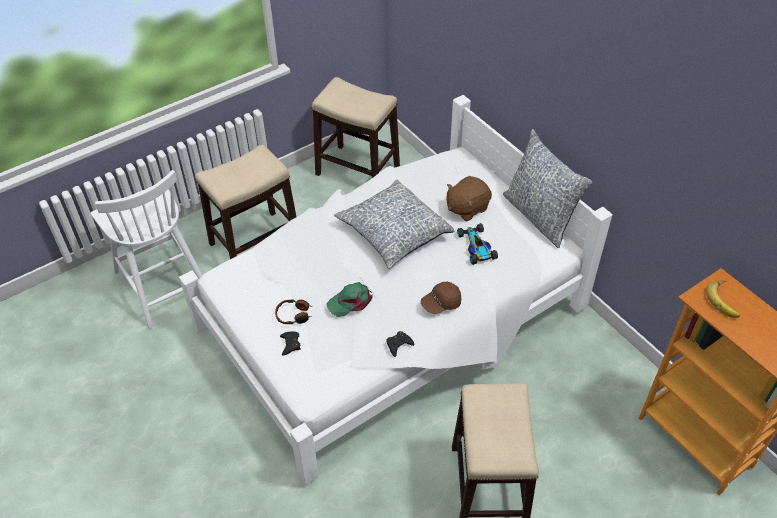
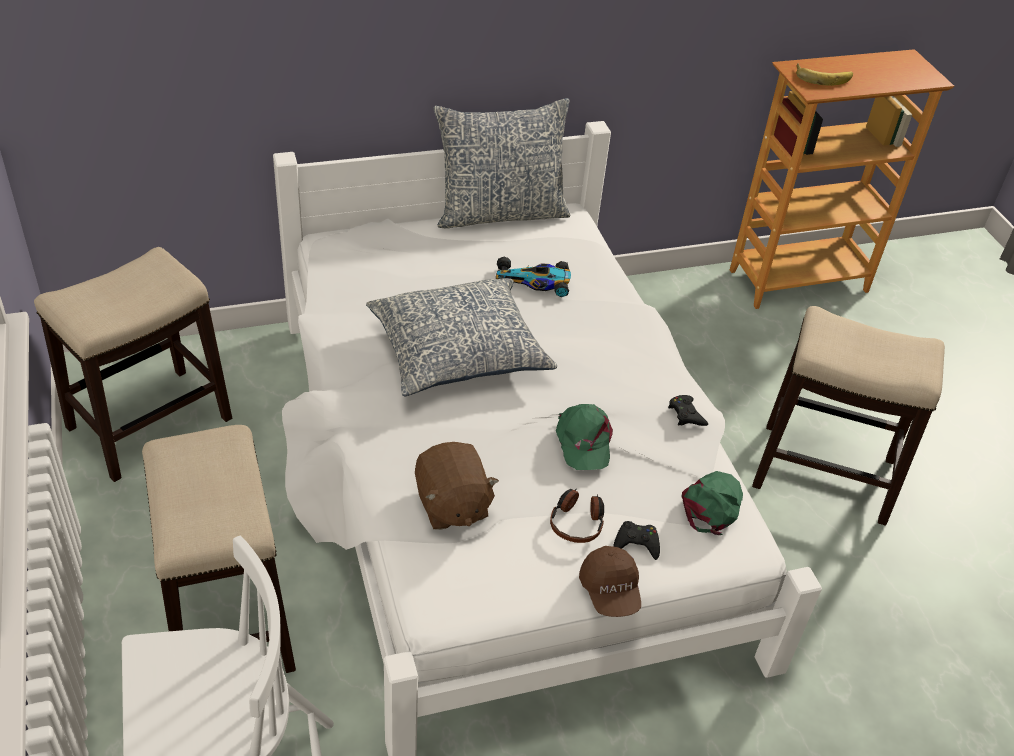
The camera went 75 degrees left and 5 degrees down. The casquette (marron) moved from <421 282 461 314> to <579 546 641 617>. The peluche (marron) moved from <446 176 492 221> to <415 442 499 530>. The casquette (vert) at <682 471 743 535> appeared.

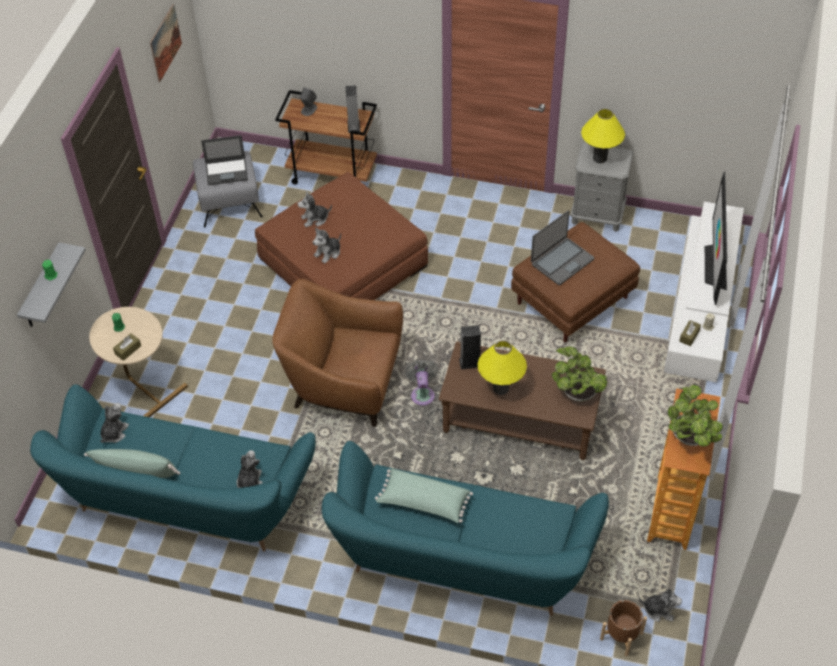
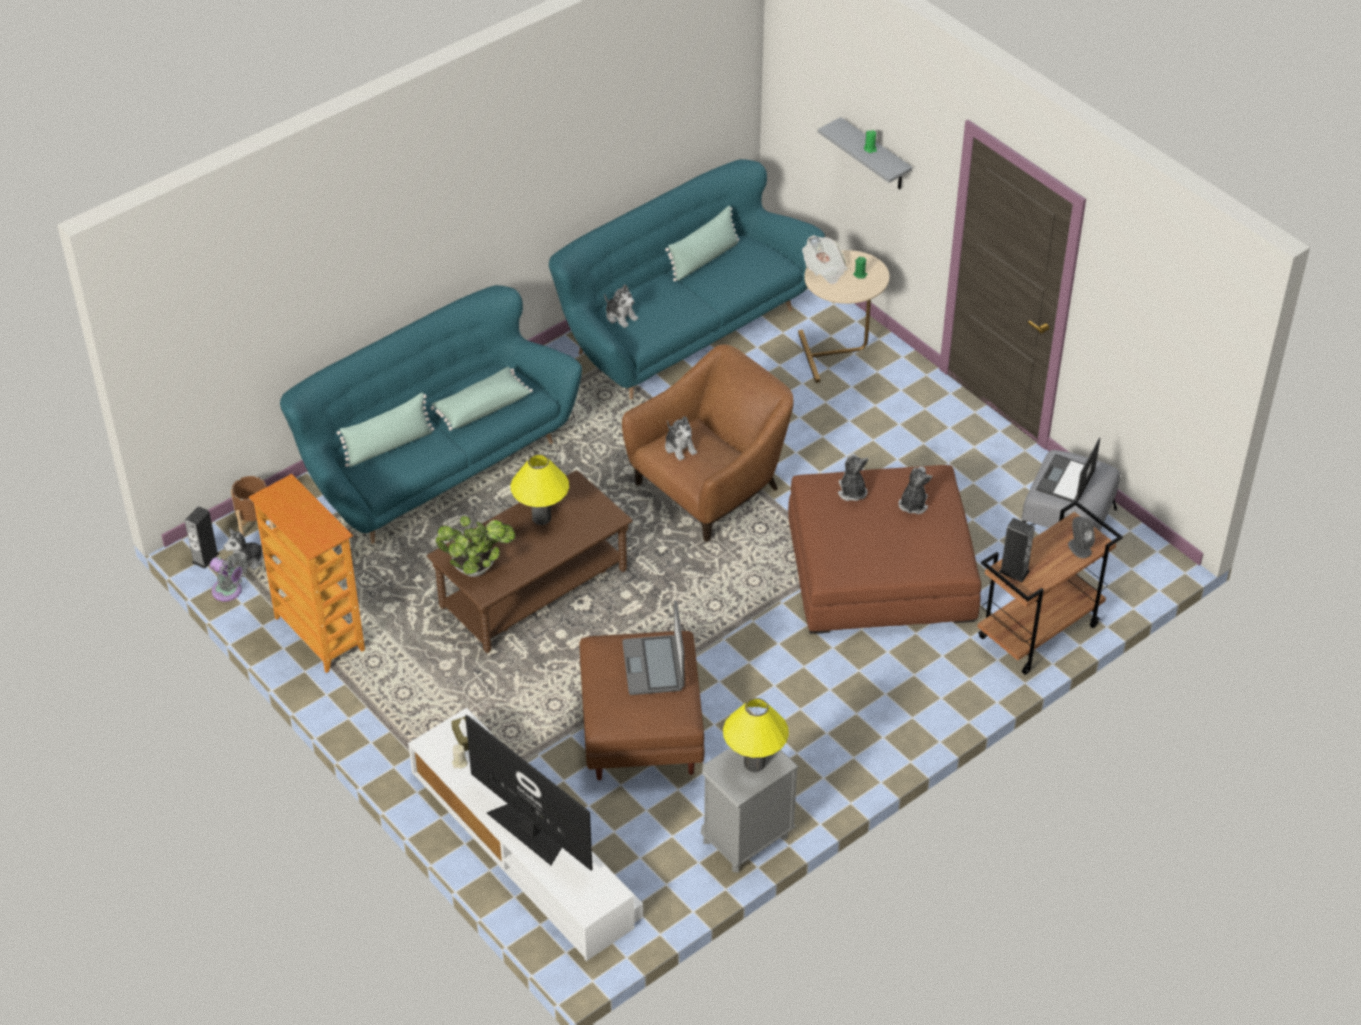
The camera went 125 degrees right and 5 degrees down. The peluche moved from <100 403 129 443> to <665 416 697 461>. The boîte à mouchoirs (marron) at <113 333 141 361> was replaced by the journal at <802 235 848 284>. The tableau at <150 4 182 82> disappeared. The ventilateur (gris) moved from <405 360 438 406> to <210 553 248 602>. The enceinte moved from <459 325 481 370> to <184 506 220 569>. The plante en pot at <668 385 723 447> disappeared. The coussin (vert) at <337 393 434 467> appeared.

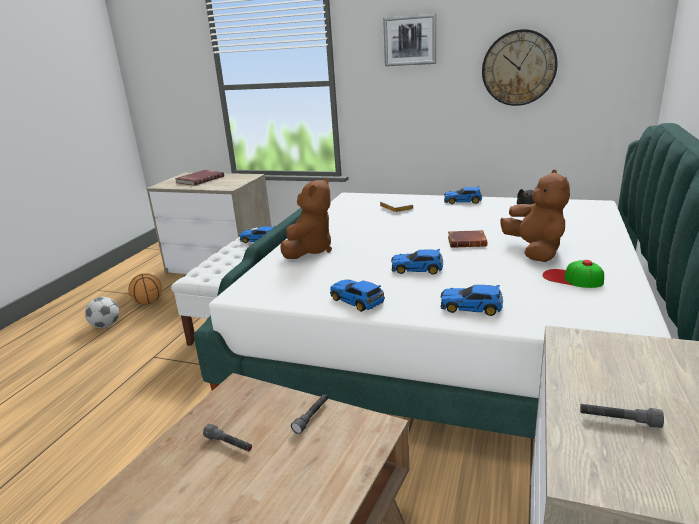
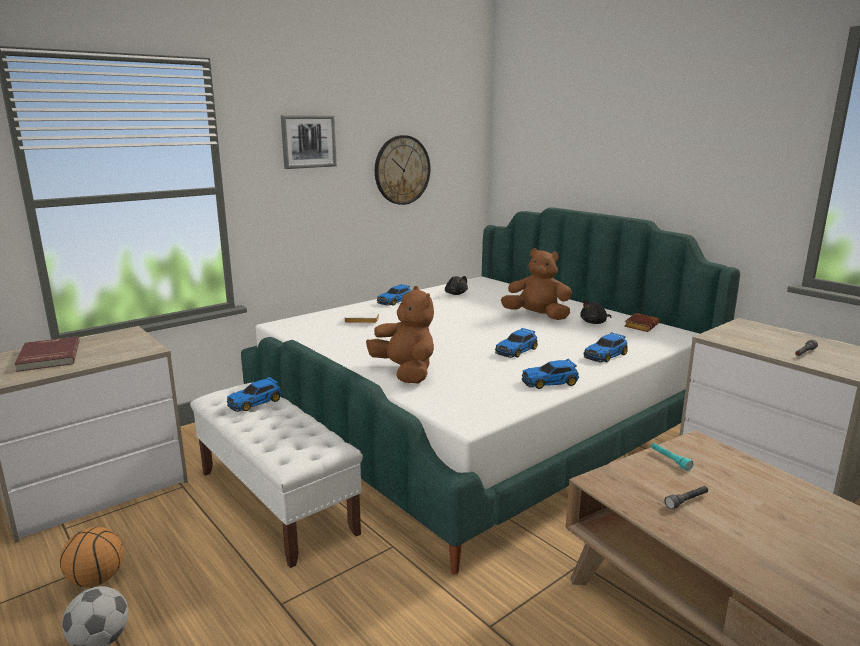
The camera went 60 degrees left and 5 degrees down. The lampe de poche (gris) at <291 394 328 434> became the lampe de poche (turquoise) at <651 443 694 471>. The livre (marron) moved from <448 230 487 248> to <624 313 660 332>. The casquette at <543 260 604 288> was replaced by the peluche (noir) at <580 299 611 324>.

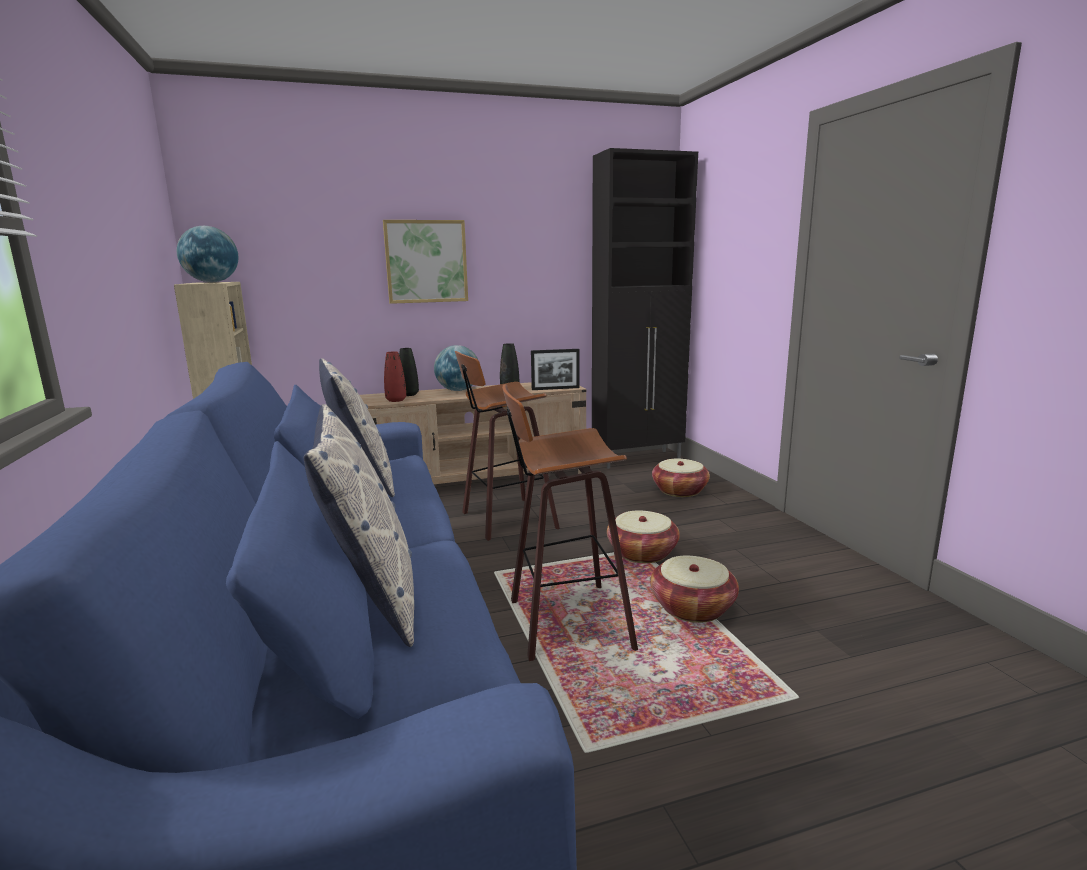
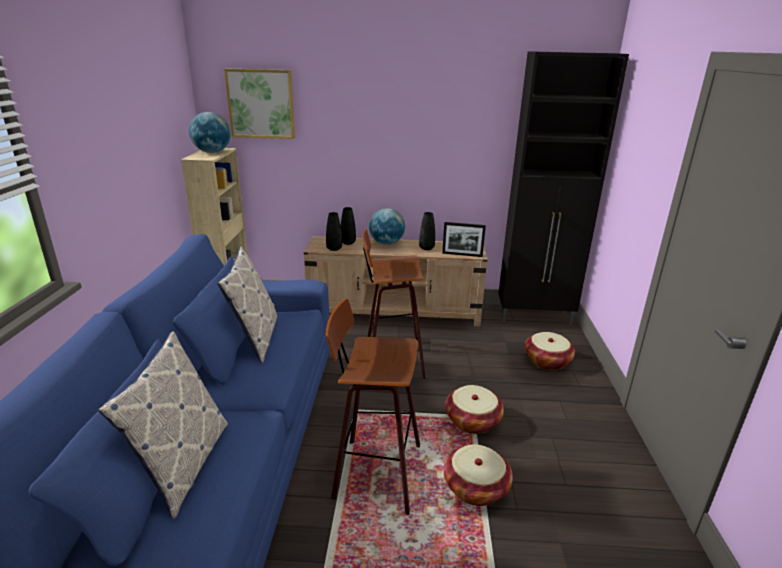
The camera went 20 degrees right and 10 degrees up. The tableau moved from <383 220 468 304> to <224 69 295 139>. The vase (rouge) at <384 351 406 402> became the vase (noir) at <326 212 342 251>.

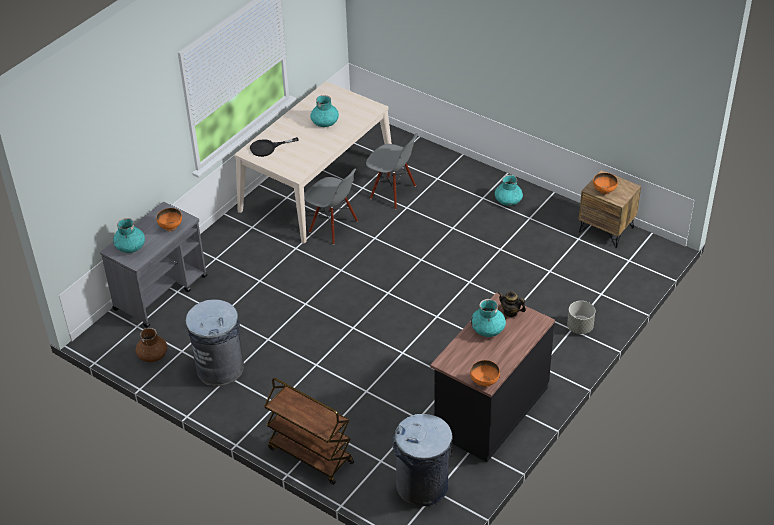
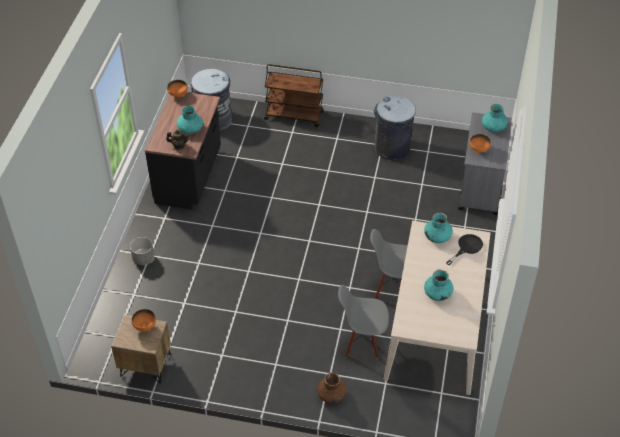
The camera went 155 degrees right and 5 degrees up. The vase (marron) moved from <135 328 167 362> to <317 372 346 403>. The vase (turquoise) moved from <495 175 523 206> to <424 213 453 243>.

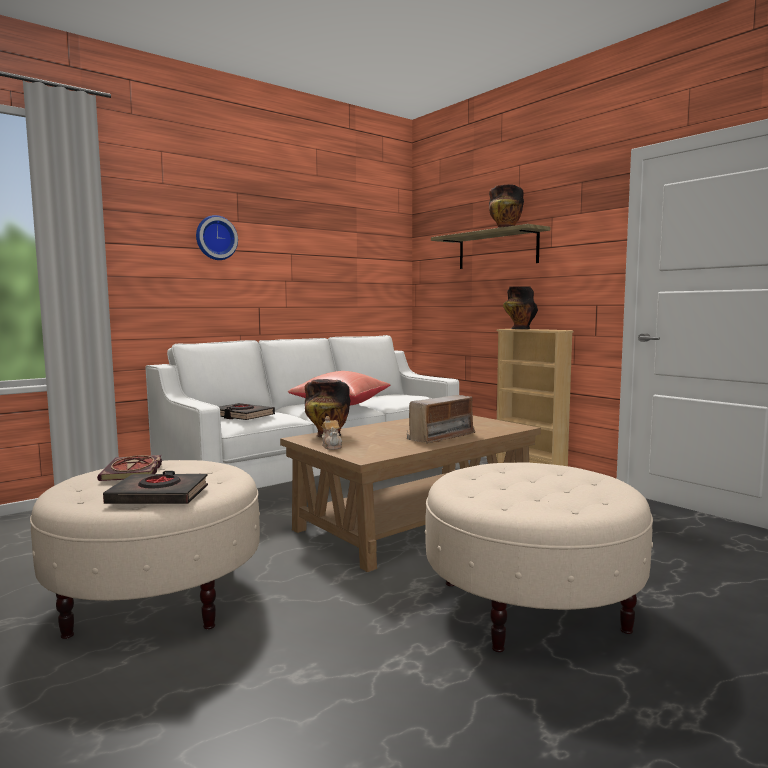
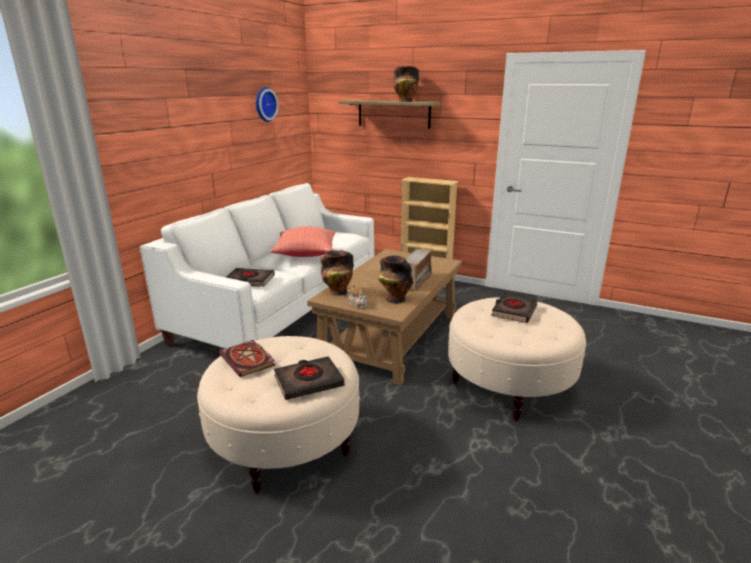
The camera went 25 degrees left and 15 degrees up. The horloge murale moved from <196 215 238 260> to <256 87 279 122>. The vase moved from <503 286 538 329> to <378 255 413 304>. The livre (noir) at <491 293 538 323> appeared.

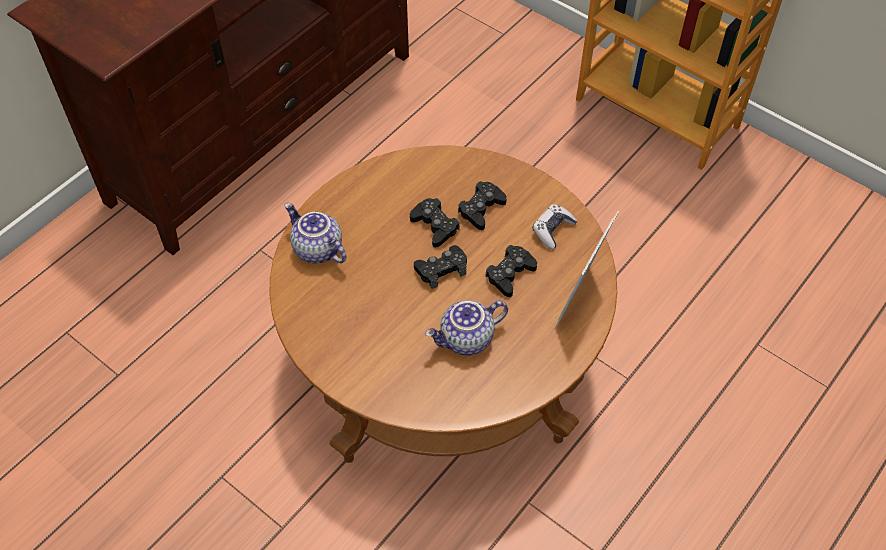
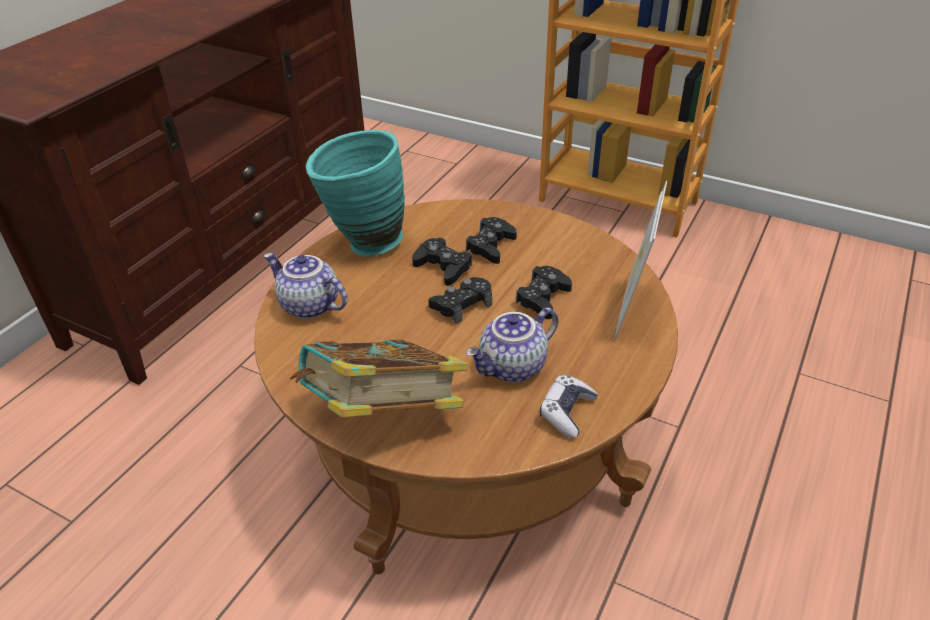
The camera went 10 degrees left and 15 degrees down. The manette moved from <532 204 577 249> to <540 375 598 438>. The livre at <290 340 468 418> appeared. The vase (turquoise) at <306 130 405 257> appeared.

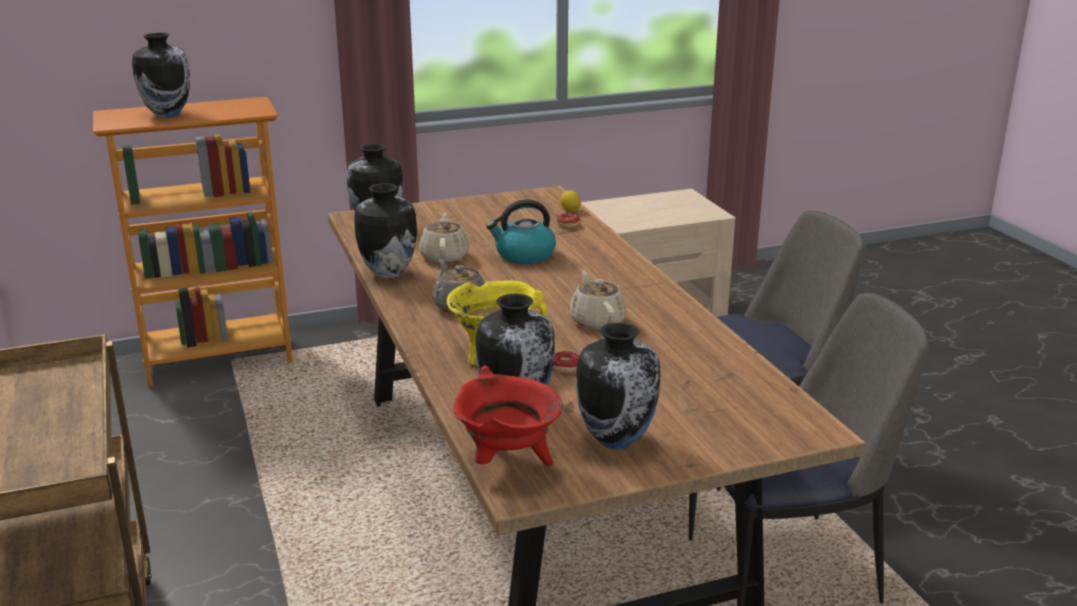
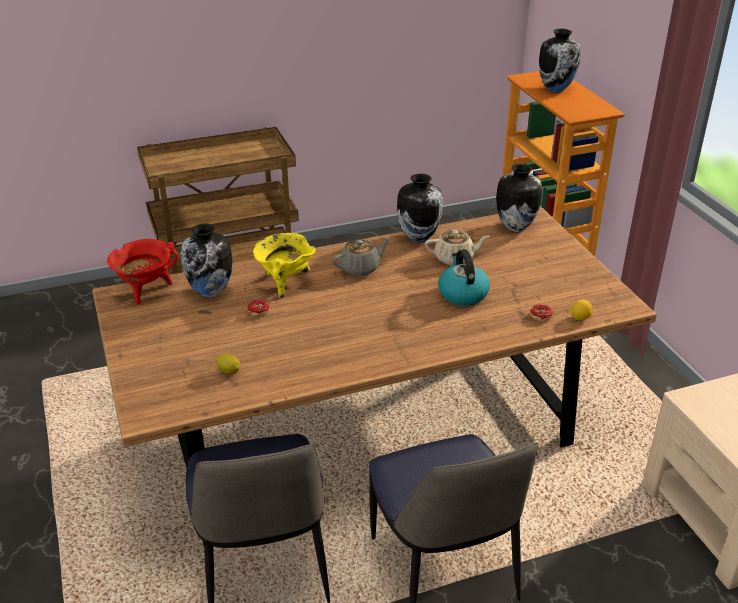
The camera went 90 degrees right and 10 degrees up. The théière (beige) at <569 270 627 330> disappeared. The vase at <576 323 660 449> disappeared. The citron at <216 354 240 374> appeared.

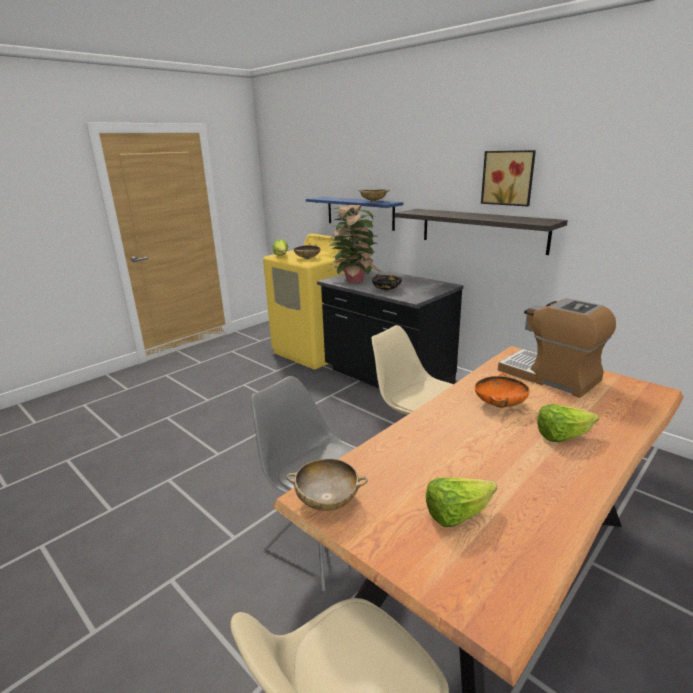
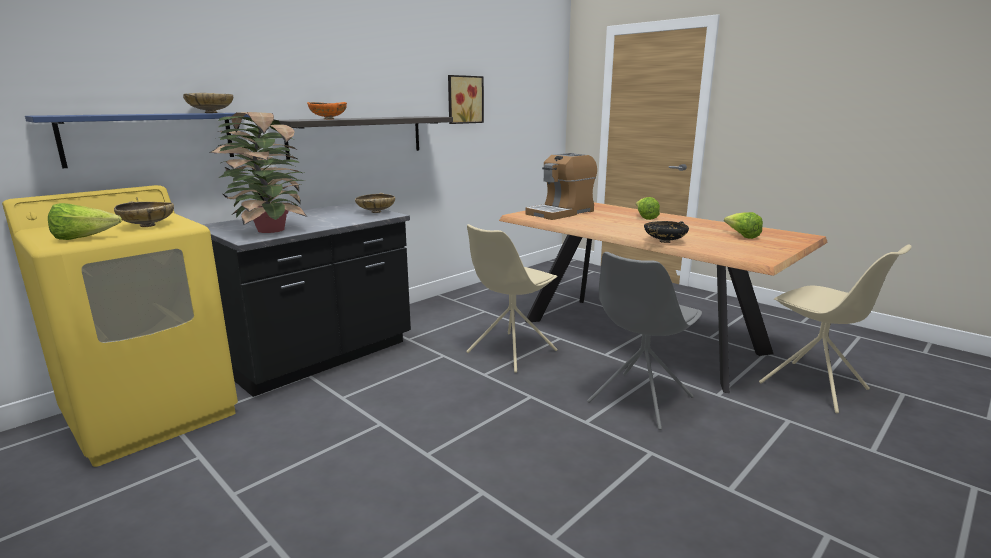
The camera went 90 degrees left and 5 degrees down. The bol (beige) moved from <286 459 368 511> to <355 193 395 213>. The bol (noir) moved from <372 275 402 291> to <644 221 689 243>. The bol (orange) moved from <475 373 530 408> to <307 102 347 119>. The tableau moved from <481 150 536 206> to <448 75 484 124>.

